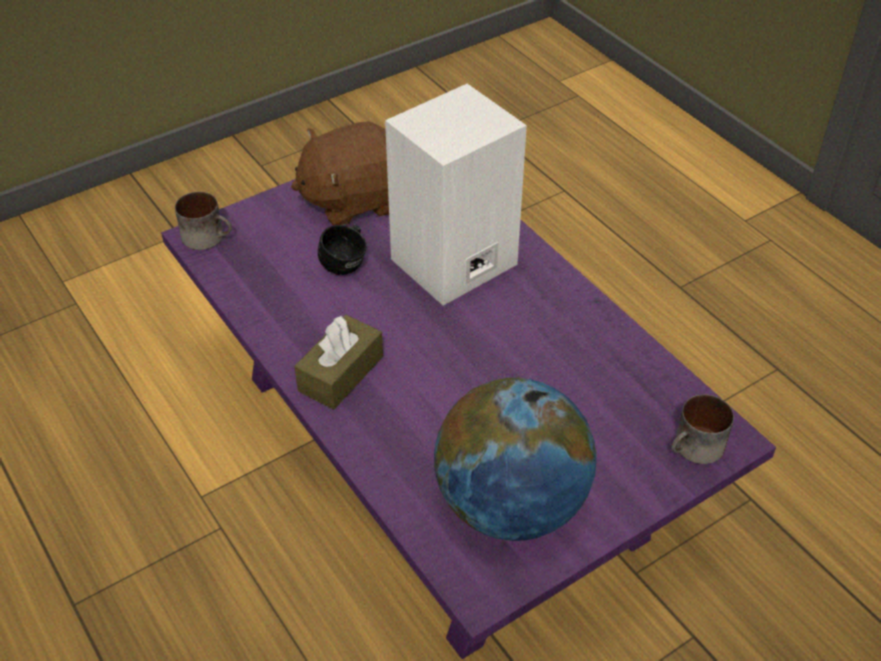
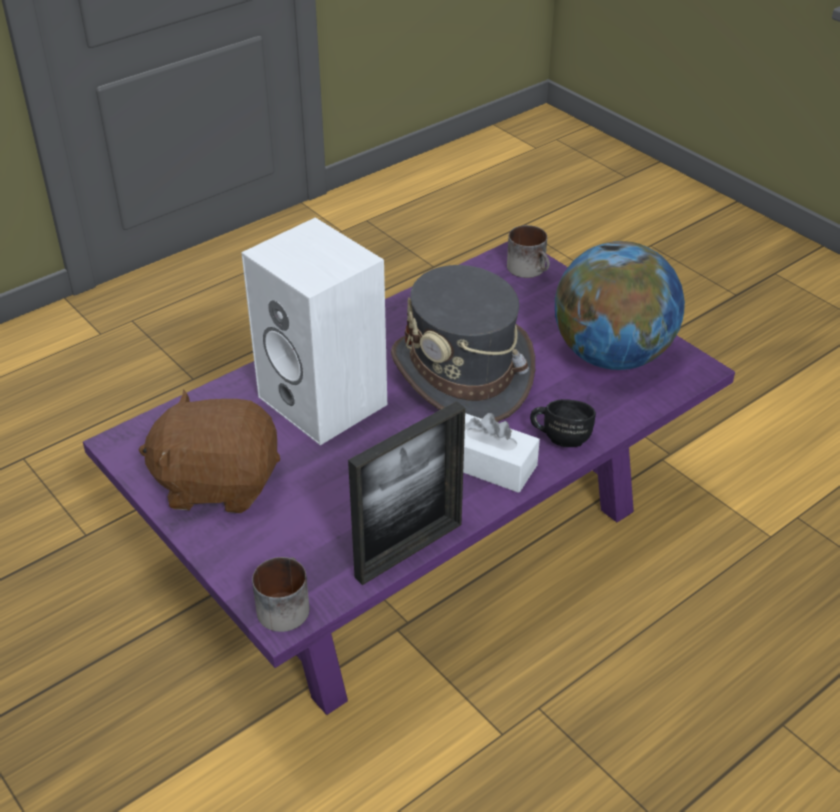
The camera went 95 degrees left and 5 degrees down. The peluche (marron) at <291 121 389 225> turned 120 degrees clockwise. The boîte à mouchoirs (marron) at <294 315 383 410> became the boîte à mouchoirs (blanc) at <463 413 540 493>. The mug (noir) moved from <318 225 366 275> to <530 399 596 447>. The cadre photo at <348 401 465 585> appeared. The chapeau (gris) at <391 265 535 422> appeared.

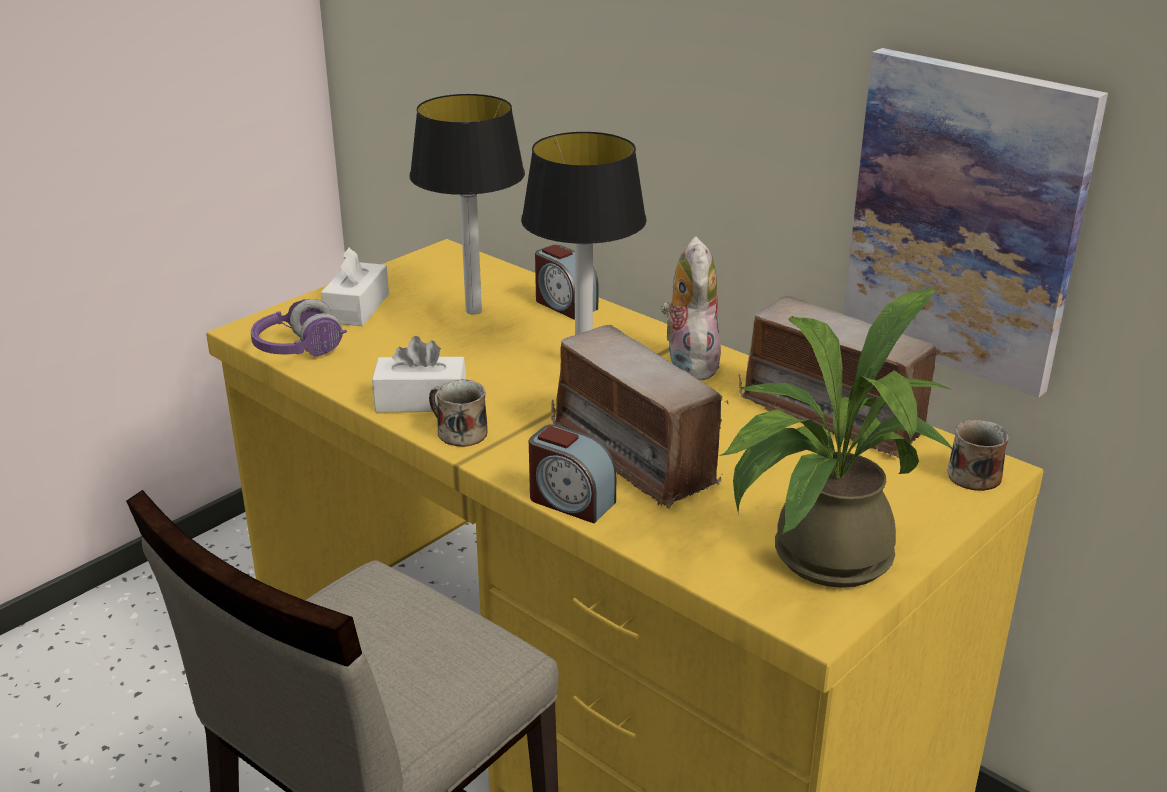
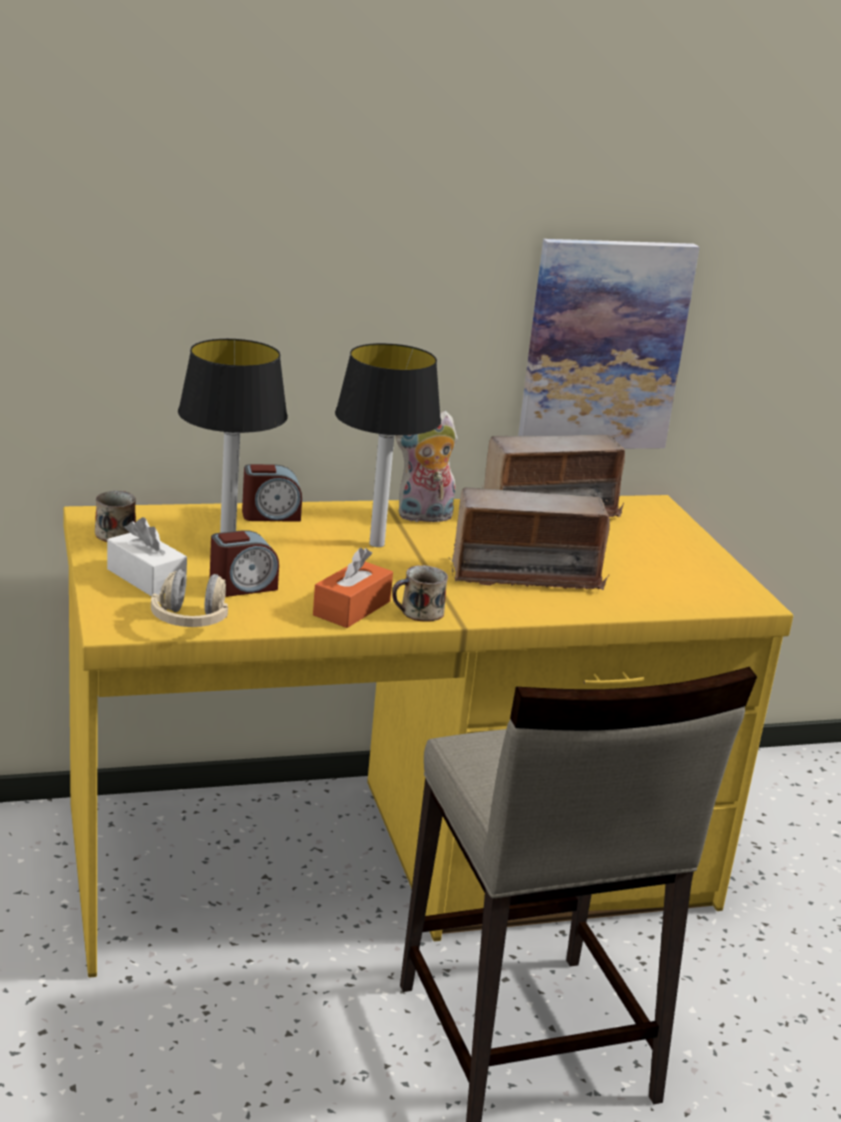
The camera went 60 degrees left and 5 degrees down. The casque audio (violet) at <251 299 347 356> became the casque audio (beige) at <151 569 228 627>. The boîte à mouchoirs (blanc) at <372 336 466 412> became the boîte à mouchoirs (orange) at <313 548 393 628>. The réveil moved from <529 424 617 523> to <210 530 279 597>. The peluche at <661 236 721 380> turned 45 degrees counterclockwise. The plante en pot at <719 288 954 588> disappeared. The mug moved from <948 420 1009 491> to <95 491 136 542>.

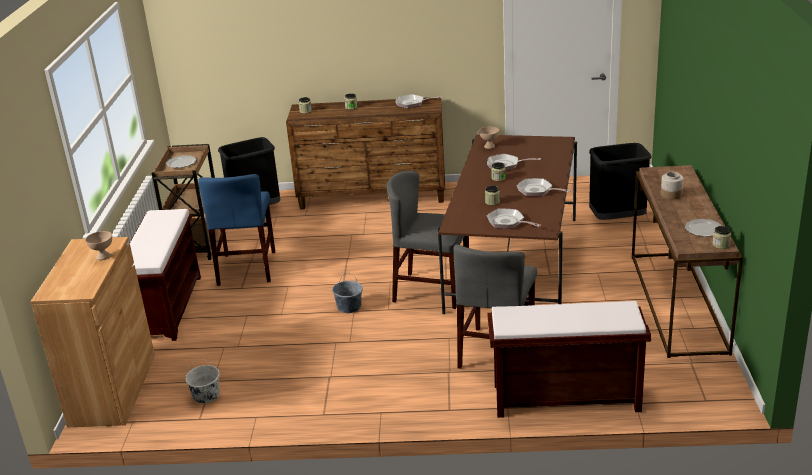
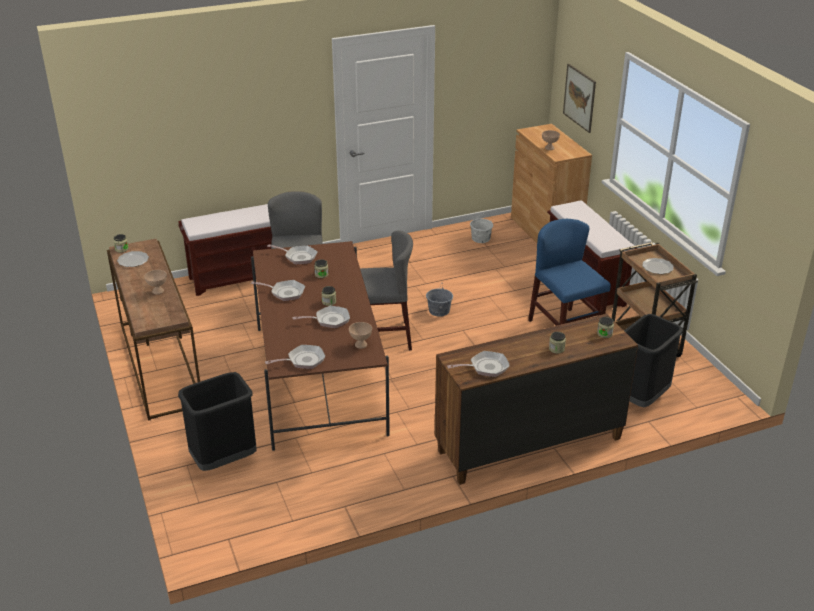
The camera went 155 degrees right and 5 degrees up. The bocal at <661 172 683 199> was replaced by the bol (beige) at <144 270 167 295>. The poêle at <265 345 325 369> appeared. The tableau at <563 64 596 133> appeared.

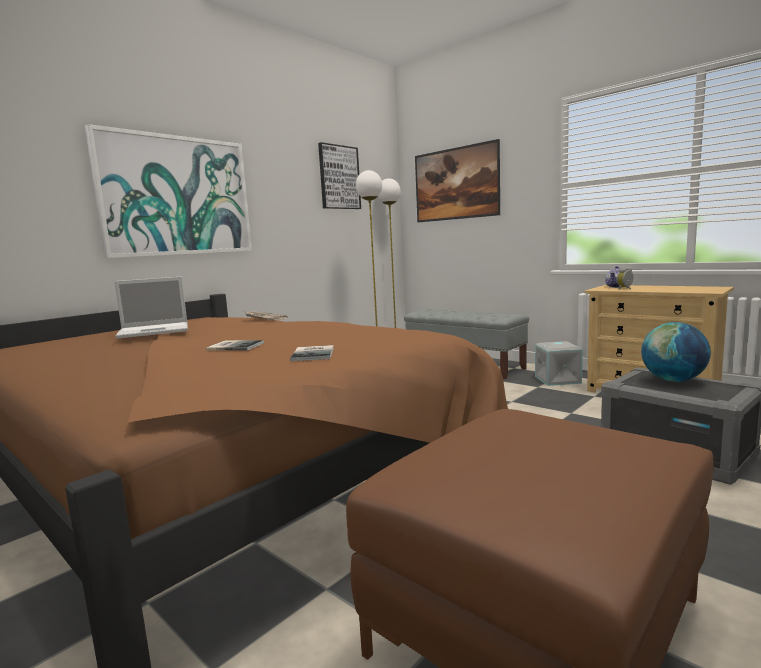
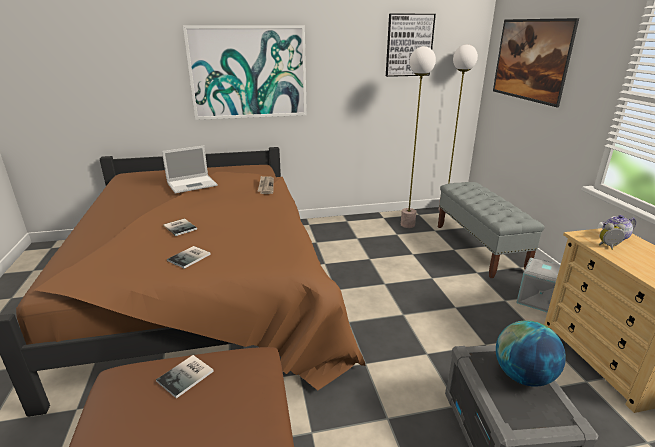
The camera went 35 degrees right and 15 degrees up. The ordinateur portable at <114 277 188 339> turned 45 degrees counterclockwise. The livre at <156 355 214 399> appeared.

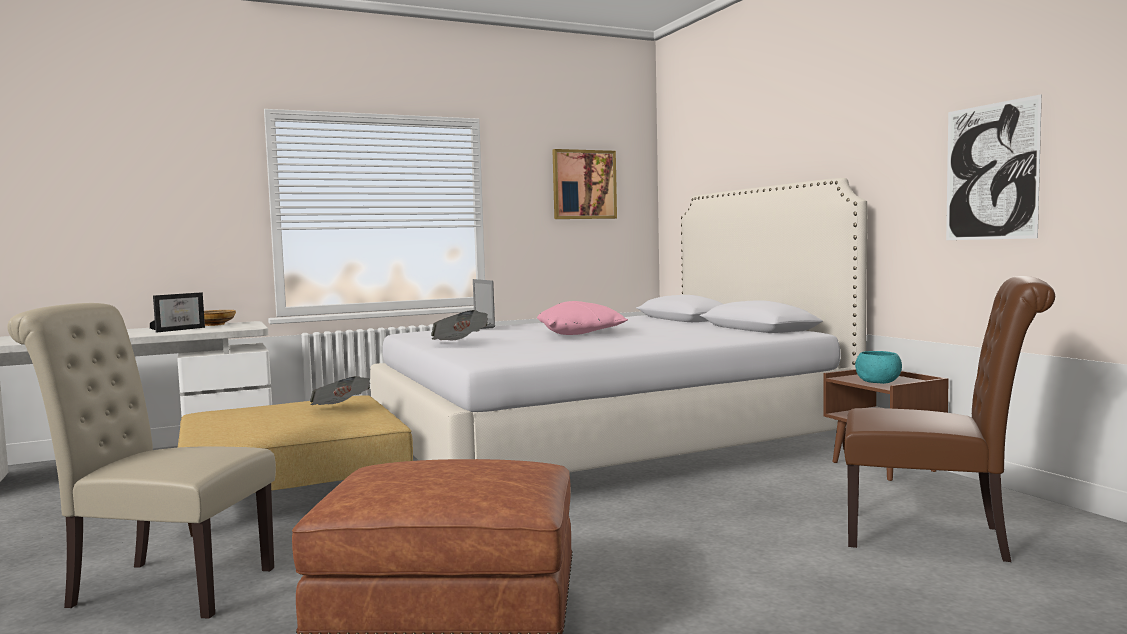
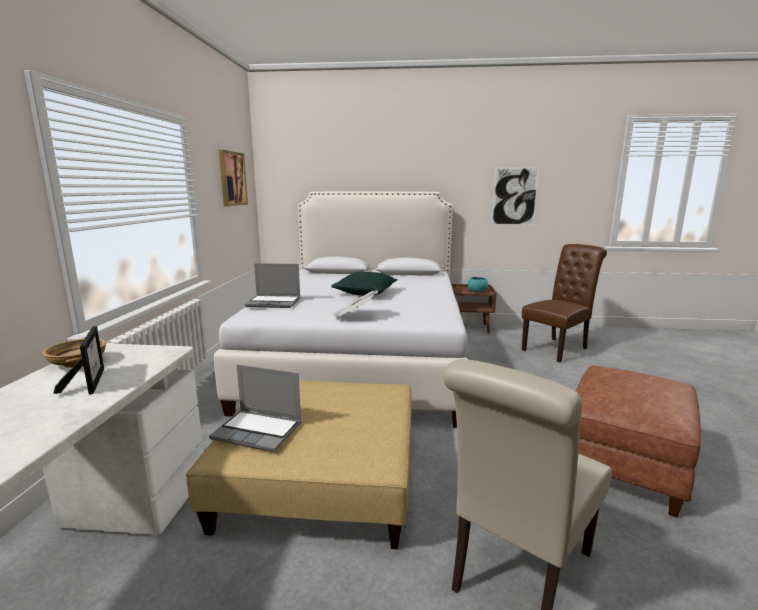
The camera went 60 degrees left and 10 degrees up. The journal at <310 376 370 405> disappeared. The coussin (rose) at <537 301 628 335> became the coussin (vert) at <331 272 398 296>. The ordinateur portable at <209 365 301 452> appeared.

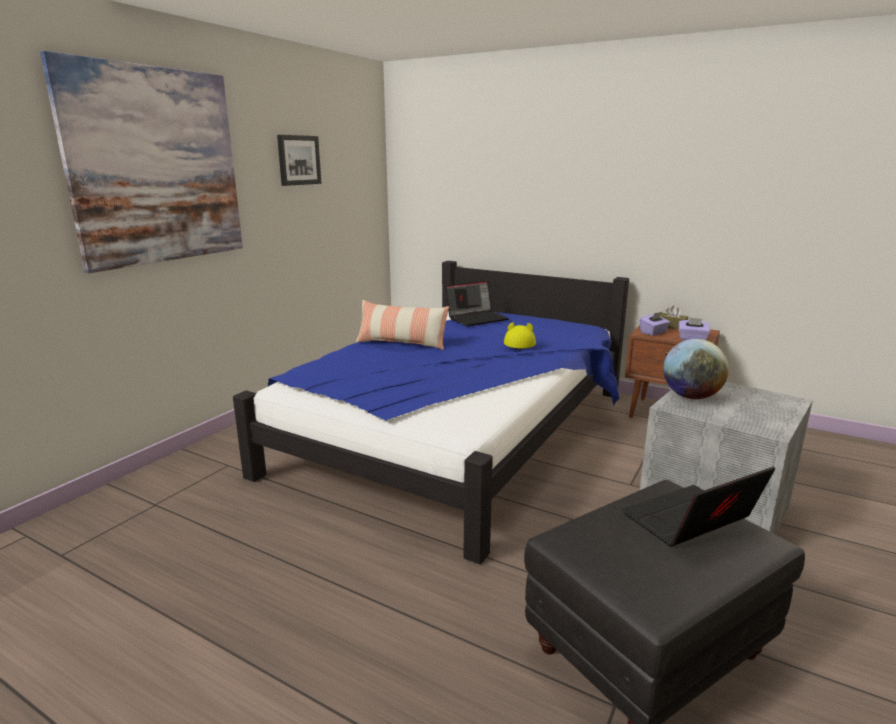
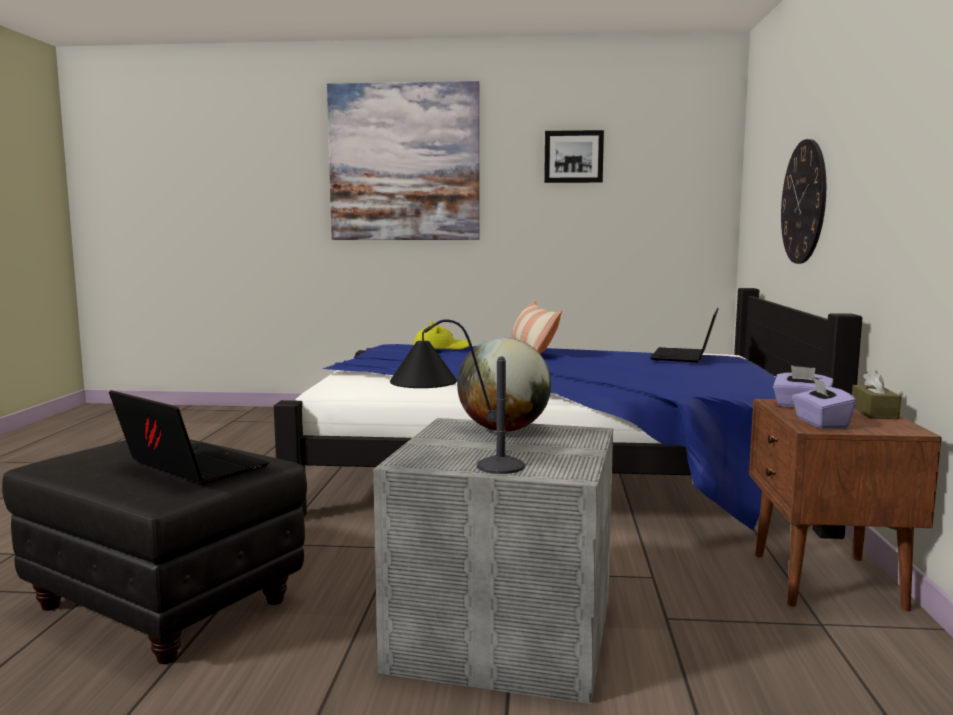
The camera went 65 degrees right and 10 degrees down. The ordinateur portable at <445 281 509 326> turned 75 degrees clockwise. The chapeau (jaune) moved from <504 322 536 348> to <413 321 472 350>. The lampe de table at <390 320 525 474> appeared. The horloge murale at <781 139 826 264> appeared.

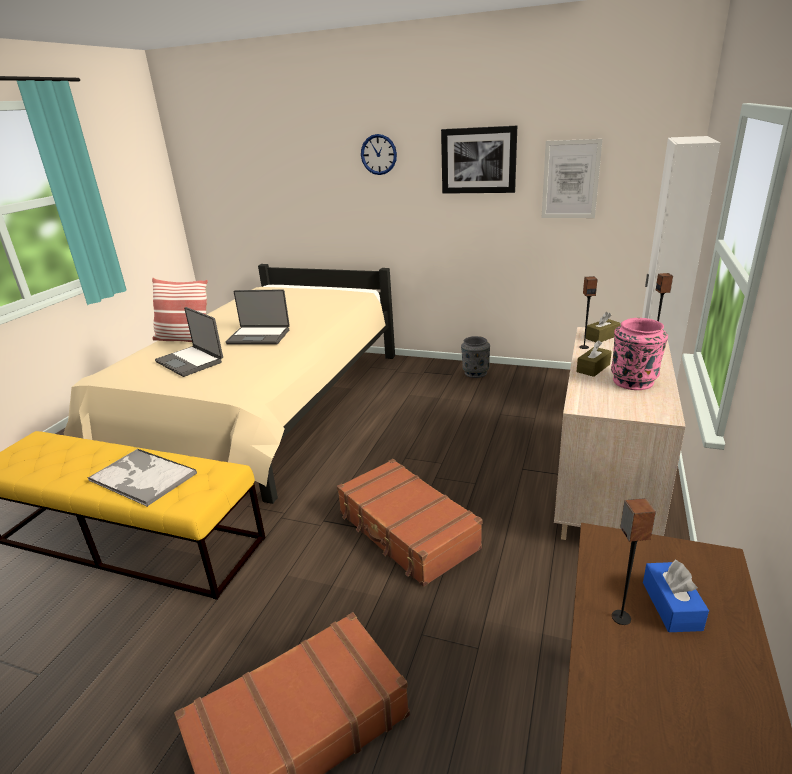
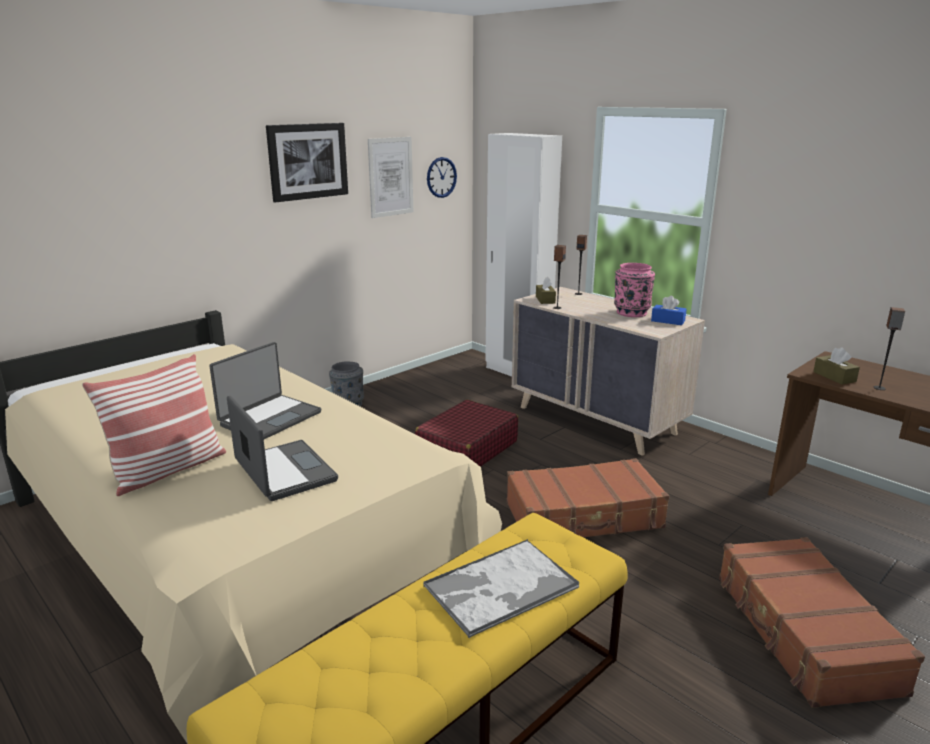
The camera went 65 degrees left and 5 degrees down. The ordinateur portable at <155 307 223 377> turned 105 degrees counterclockwise. The horloge murale moved from <361 134 397 175> to <427 157 457 198>. The boîte à mouchoirs (marron) moved from <576 341 612 377> to <813 347 860 384>. The boîte à mouchoirs (bleu) moved from <643 559 709 632> to <651 296 687 325>. The valise (rouge) at <415 400 518 467> appeared.

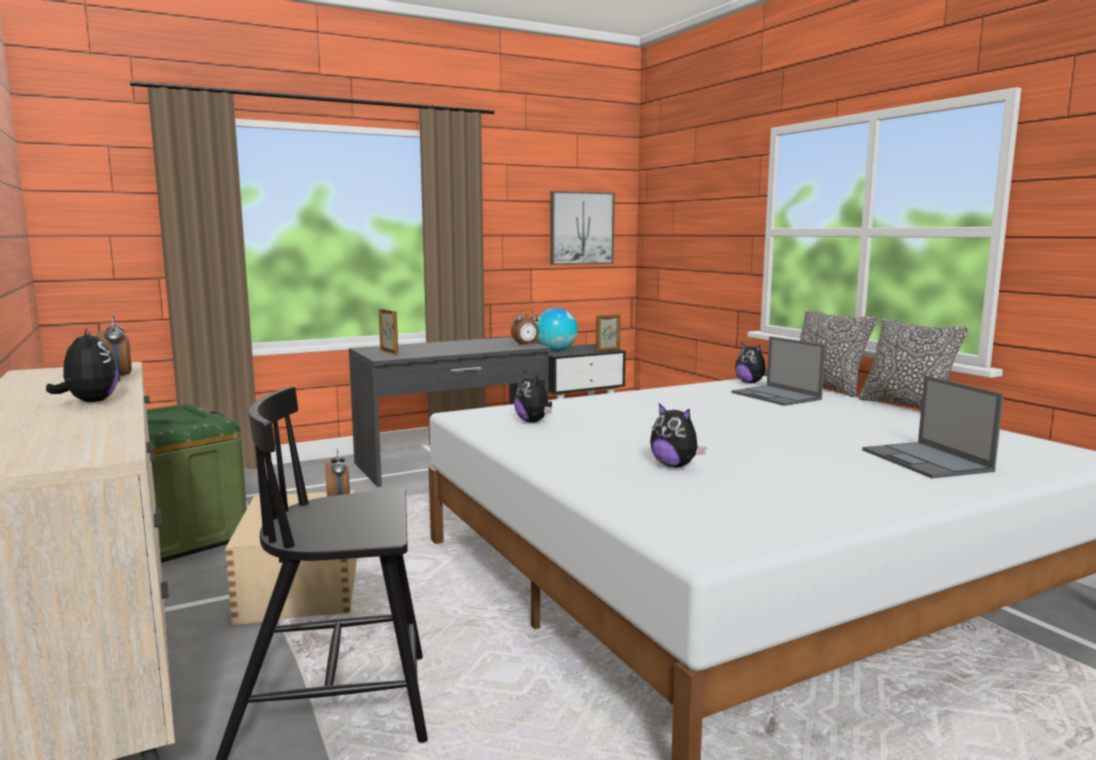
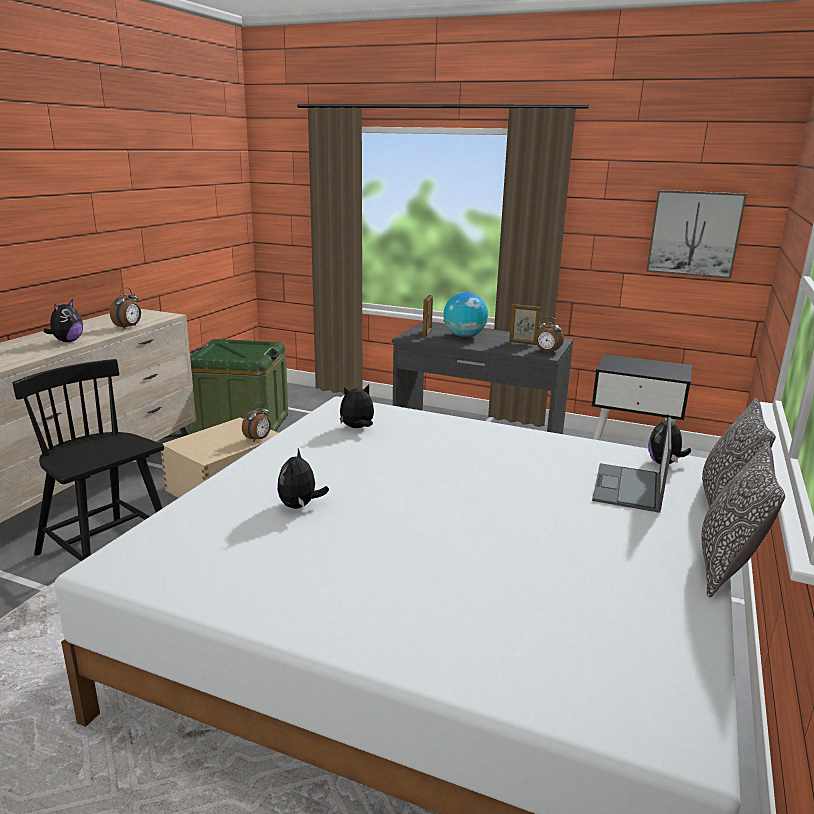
The camera went 50 degrees right and 10 degrees up. The peluche at <514 370 552 423> turned 45 degrees clockwise. The globe moved from <536 308 578 352> to <443 292 488 337>. The cadre photo moved from <596 314 621 352> to <509 304 541 345>. The ordinateur portable at <862 376 1004 478> disappeared.

